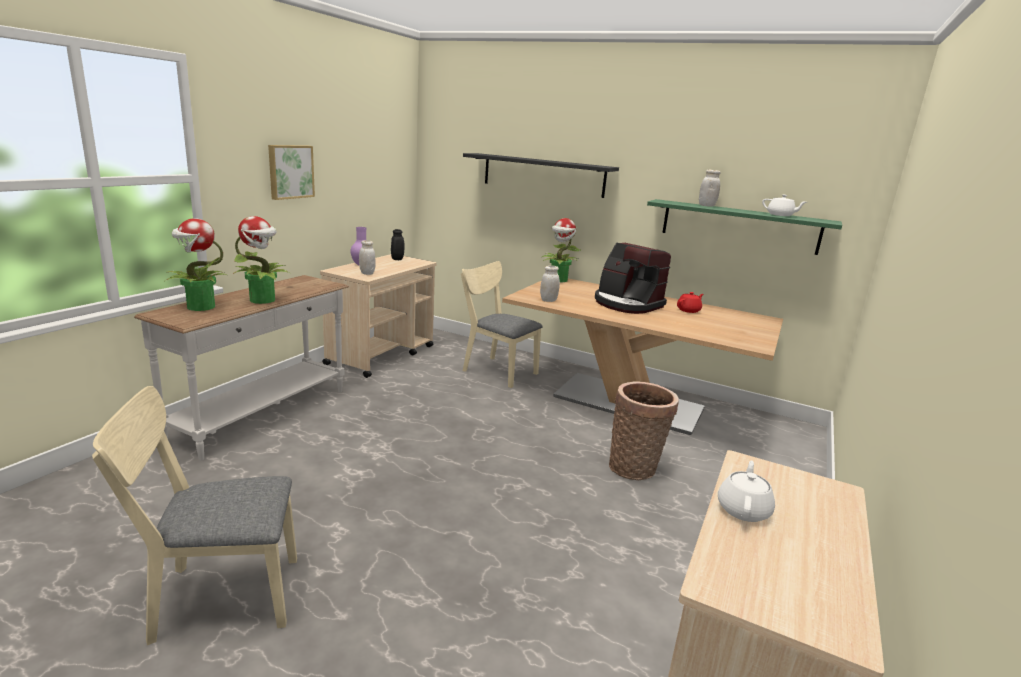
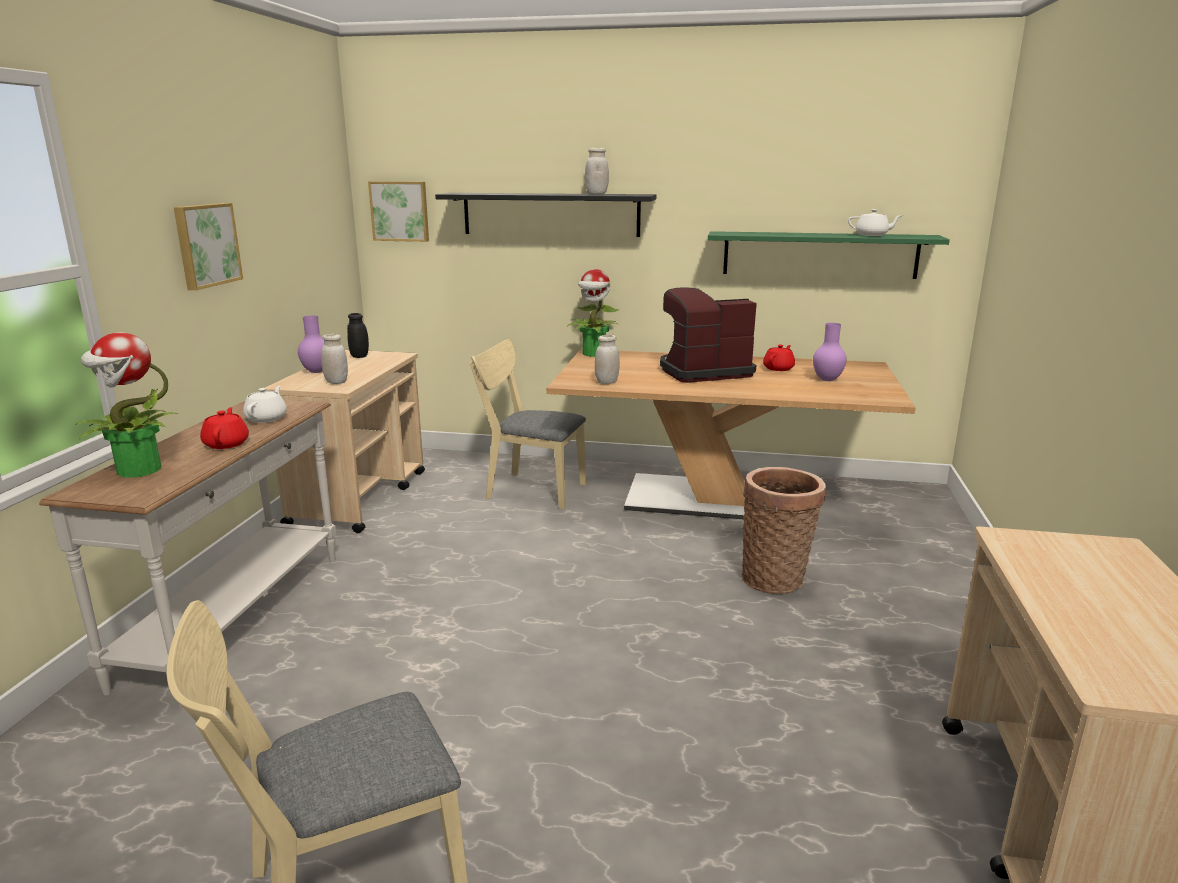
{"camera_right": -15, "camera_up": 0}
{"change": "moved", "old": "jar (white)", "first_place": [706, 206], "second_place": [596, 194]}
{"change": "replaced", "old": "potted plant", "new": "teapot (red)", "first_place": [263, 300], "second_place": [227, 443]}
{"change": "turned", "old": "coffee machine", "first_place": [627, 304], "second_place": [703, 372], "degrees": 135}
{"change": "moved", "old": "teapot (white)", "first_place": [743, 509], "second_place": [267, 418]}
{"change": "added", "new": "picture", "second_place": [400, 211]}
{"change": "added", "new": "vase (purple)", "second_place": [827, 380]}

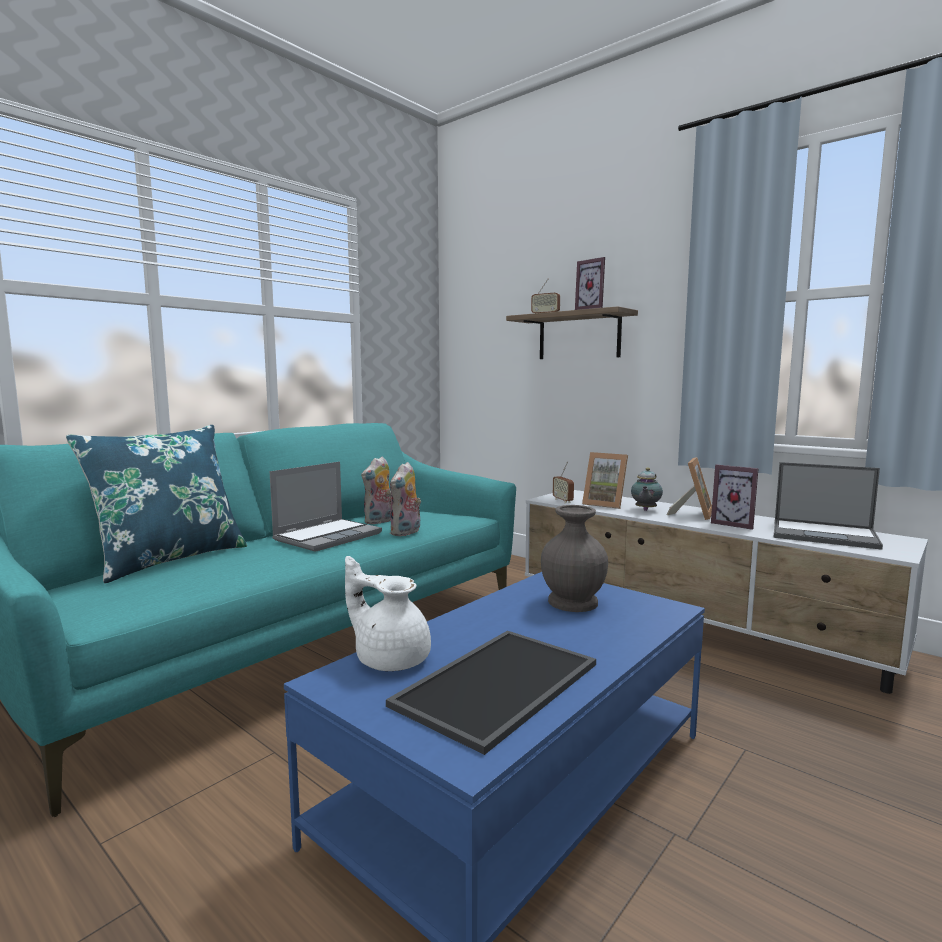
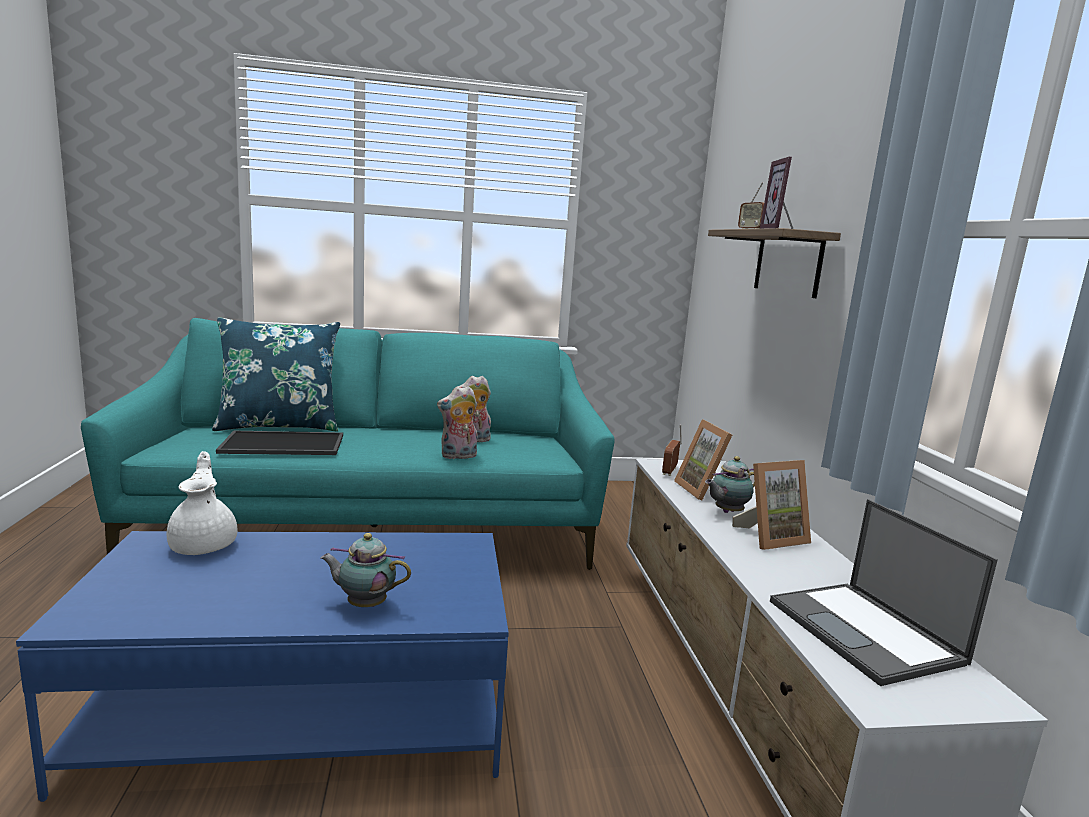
{"camera_right": 40, "camera_up": 5}
{"change": "removed", "old": "laptop", "first_place": [328, 536]}
{"change": "removed", "old": "picture frame", "first_place": [734, 524]}
{"change": "removed", "old": "vase (grey)", "first_place": [573, 603]}
{"change": "moved", "old": "tray", "first_place": [499, 686], "second_place": [281, 444]}
{"change": "added", "new": "teapot", "second_place": [364, 604]}

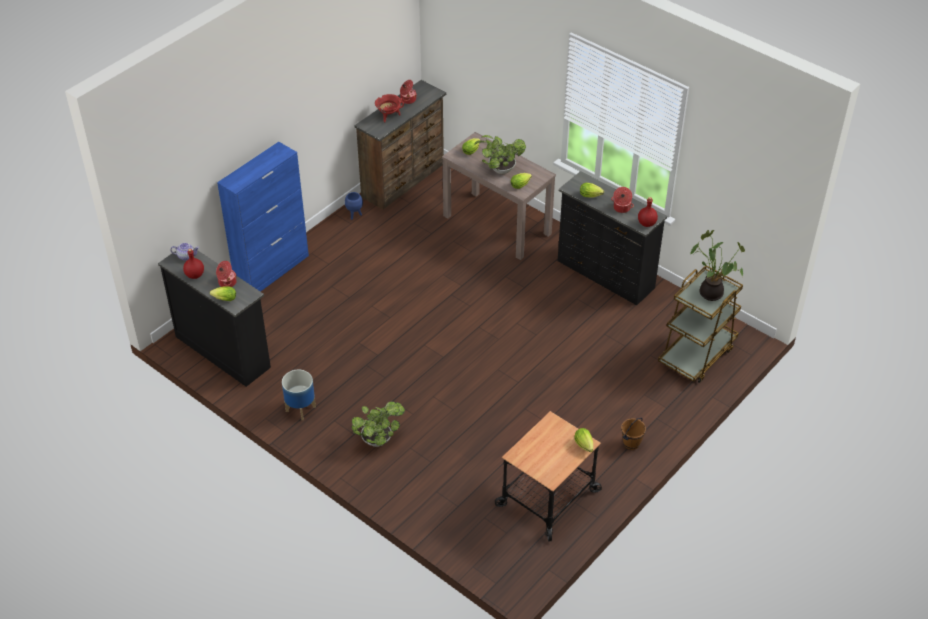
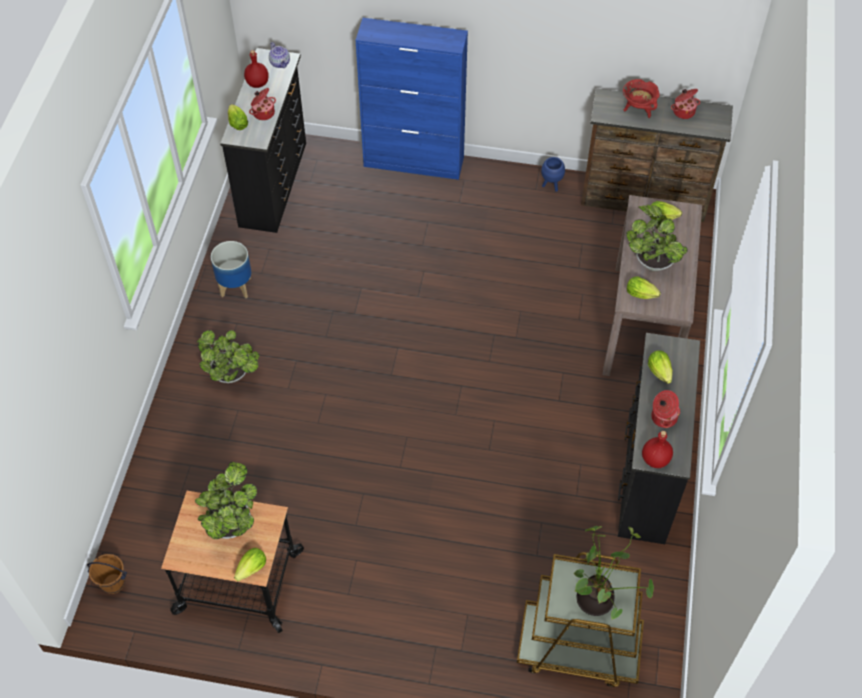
{"camera_right": 60, "camera_up": 10}
{"change": "moved", "old": "bucket (brown)", "first_place": [631, 443], "second_place": [113, 583]}
{"change": "added", "new": "potted plant", "second_place": [231, 522]}

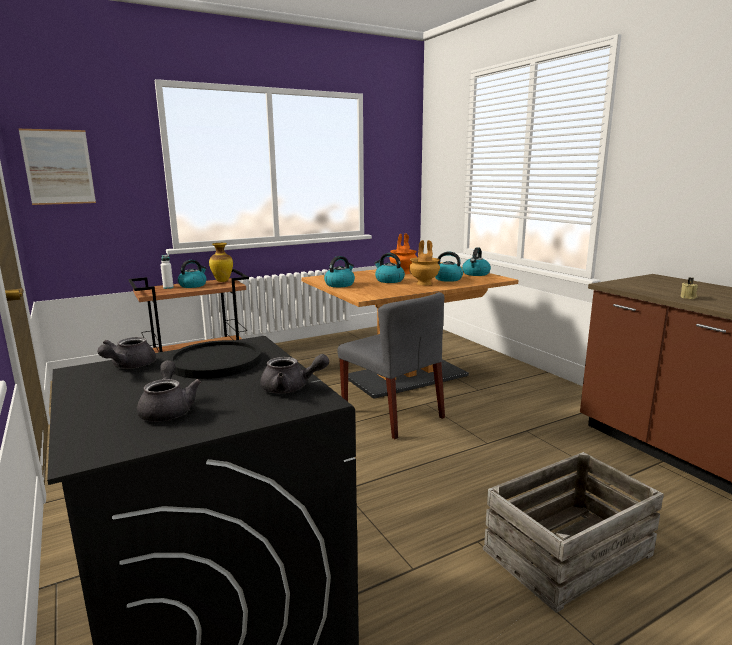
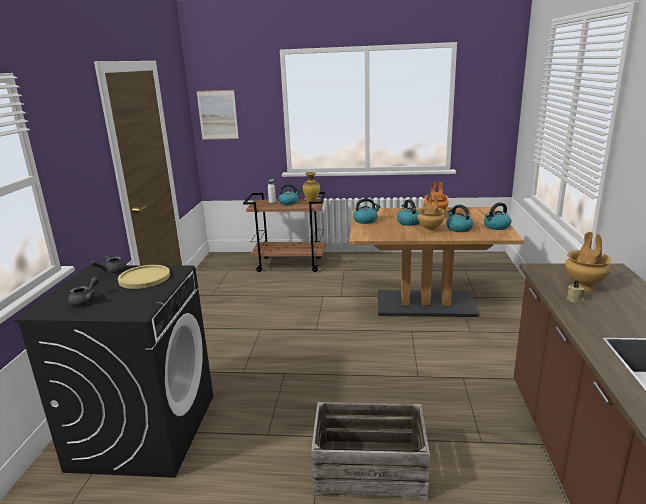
{"camera_right": 35, "camera_up": 5}
{"change": "removed", "old": "chair (grey)", "first_place": [393, 414]}
{"change": "recoloured", "old": "plate (black)", "new": "plate (yellow)", "first_place": [216, 361], "second_place": [144, 278]}
{"change": "removed", "old": "teapot (grey)", "first_place": [291, 388]}
{"change": "added", "new": "vase (brown)", "second_place": [584, 286]}

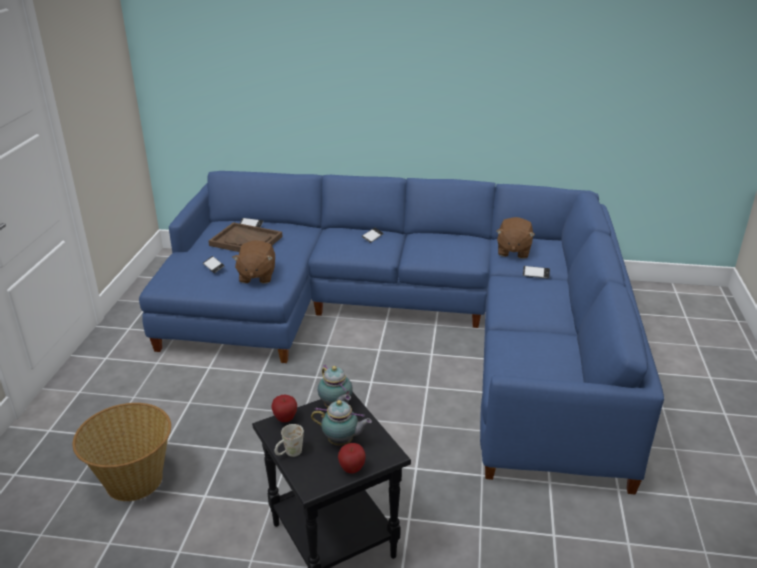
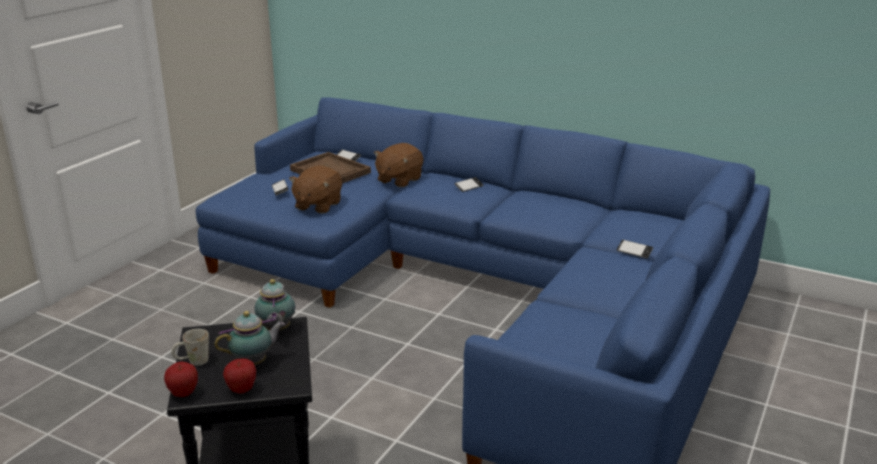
{"camera_right": 20, "camera_up": -5}
{"change": "moved", "old": "plush toy (brown)", "first_place": [513, 251], "second_place": [399, 180]}
{"change": "moved", "old": "apple", "first_place": [285, 419], "second_place": [183, 394]}
{"change": "turned", "old": "teapot", "first_place": [342, 442], "second_place": [254, 363], "degrees": -60}
{"change": "removed", "old": "basket", "first_place": [133, 481]}

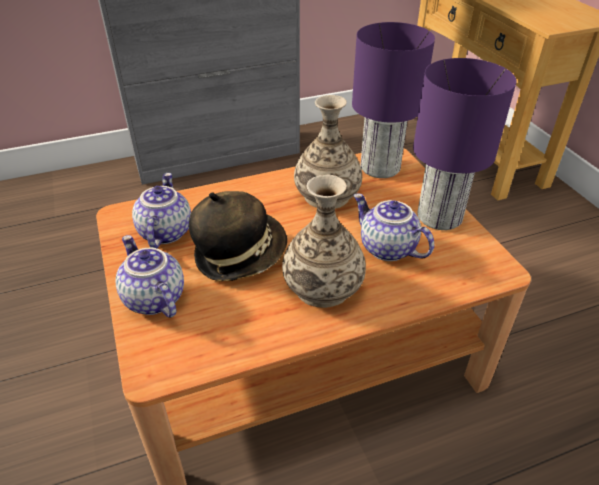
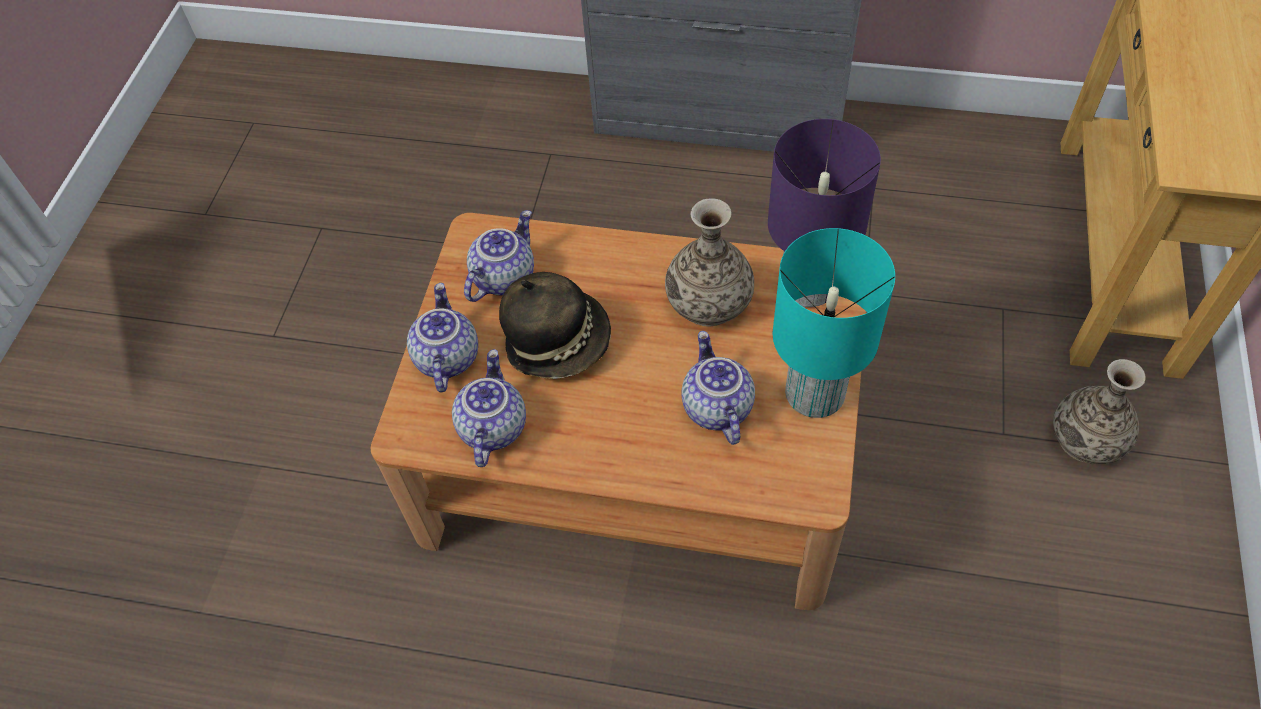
{"camera_right": 35, "camera_up": 15}
{"change": "recoloured", "old": "table lamp (purple)", "new": "table lamp (turquoise)", "first_place": [441, 217], "second_place": [816, 394]}
{"change": "moved", "old": "vase", "first_place": [322, 286], "second_place": [1086, 439]}
{"change": "added", "new": "teapot", "second_place": [491, 427]}

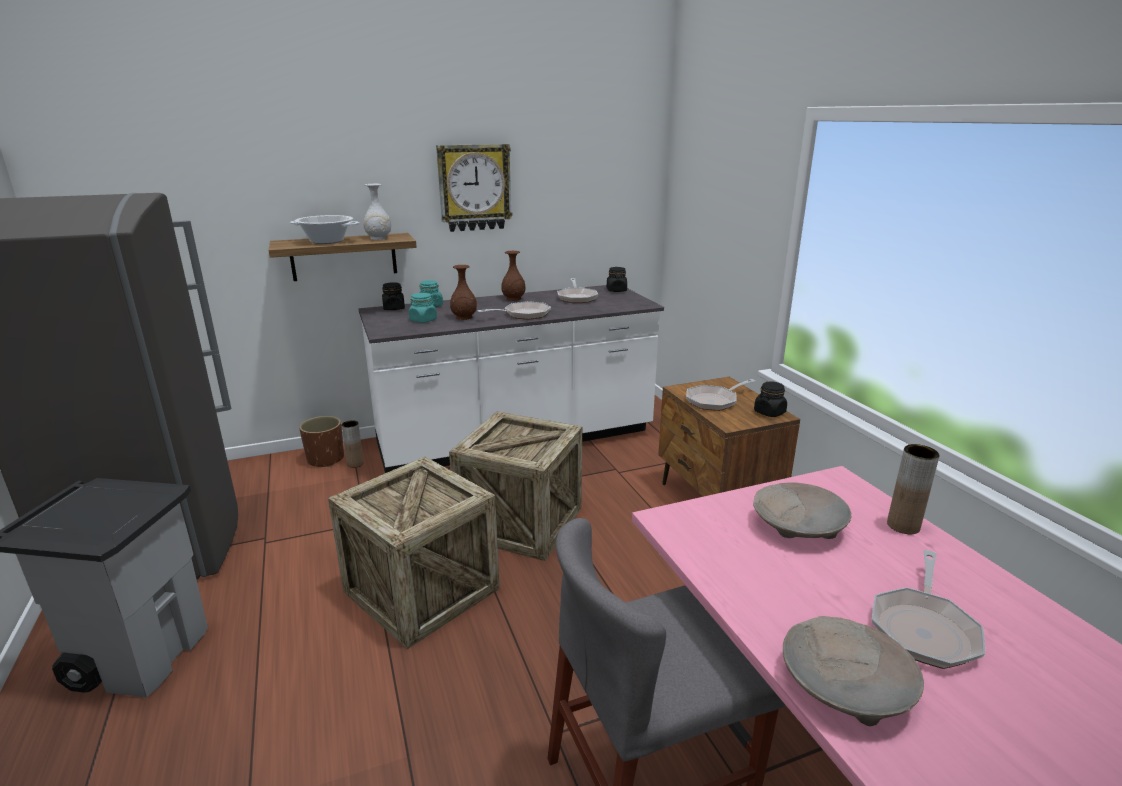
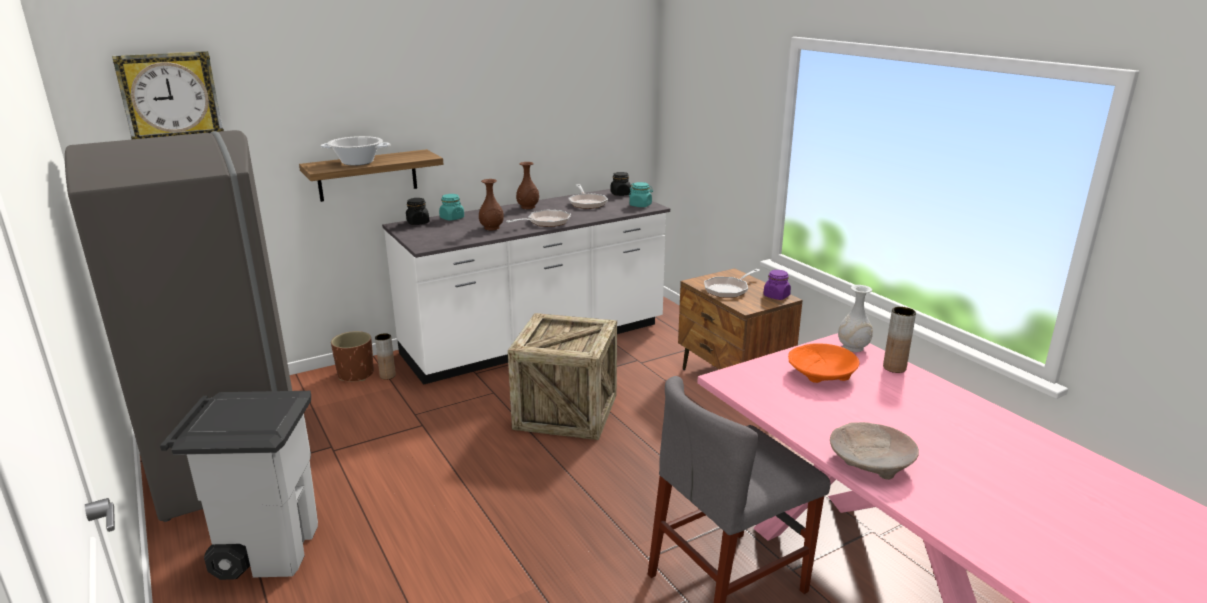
{"camera_right": -10, "camera_up": 0}
{"change": "moved", "old": "wall clock", "first_place": [474, 188], "second_place": [171, 102]}
{"change": "moved", "old": "vase (white)", "first_place": [378, 238], "second_place": [853, 347]}
{"change": "moved", "old": "jar (turquoise)", "first_place": [423, 320], "second_place": [640, 205]}
{"change": "recoloured", "old": "jar (black)", "new": "jar (purple)", "first_place": [769, 412], "second_place": [776, 296]}
{"change": "removed", "old": "crate", "first_place": [421, 590]}
{"change": "recoloured", "old": "bowl (beige)", "new": "bowl (orange)", "first_place": [799, 526], "second_place": [822, 375]}
{"change": "removed", "old": "frying pan", "first_place": [923, 628]}

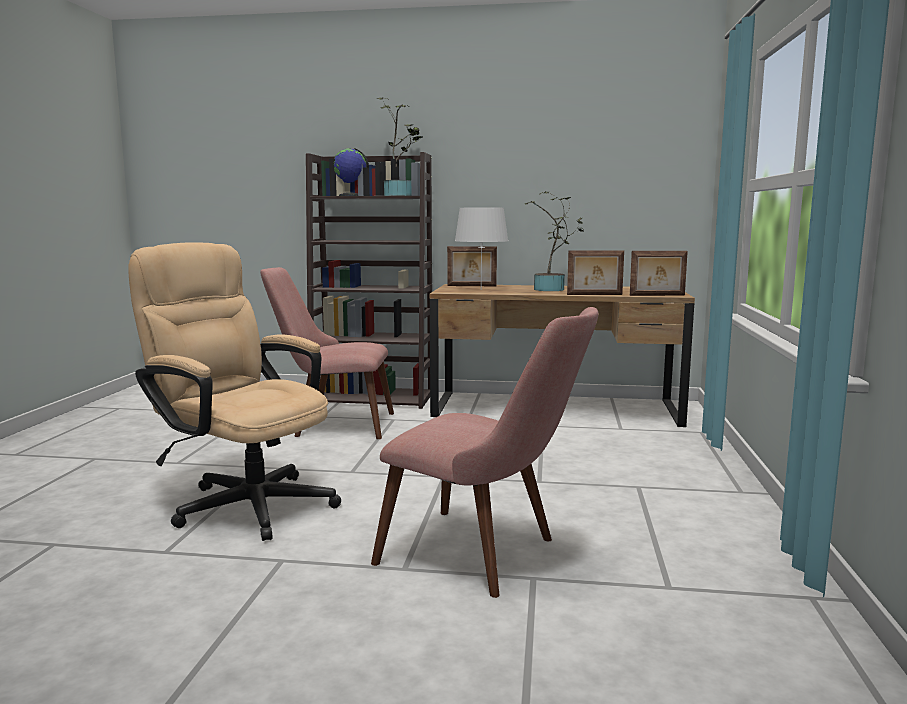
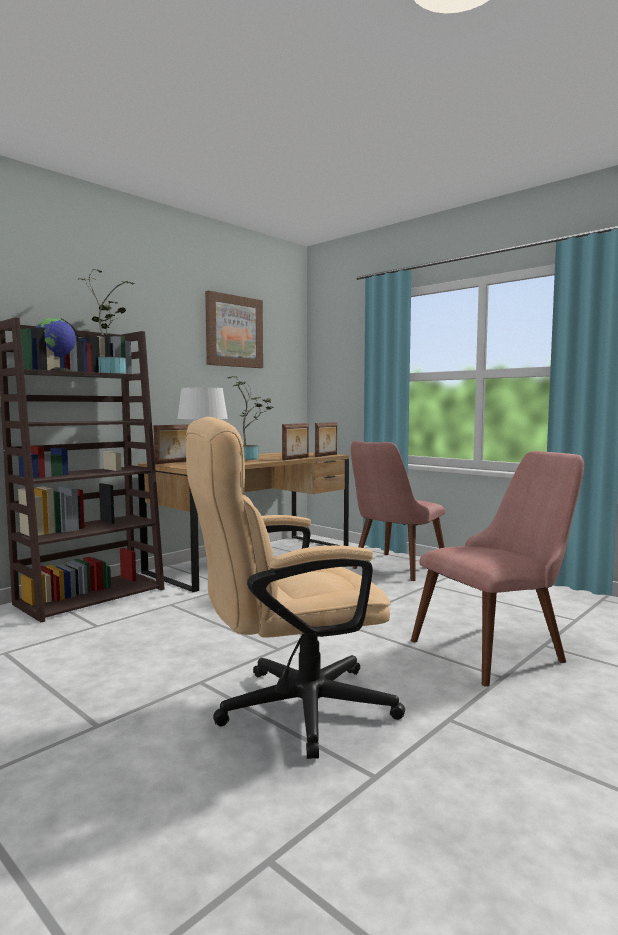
{"camera_right": -55, "camera_up": -5}
{"change": "moved", "old": "chair (pink)", "first_place": [331, 424], "second_place": [393, 569]}
{"change": "added", "new": "picture", "second_place": [233, 331]}

